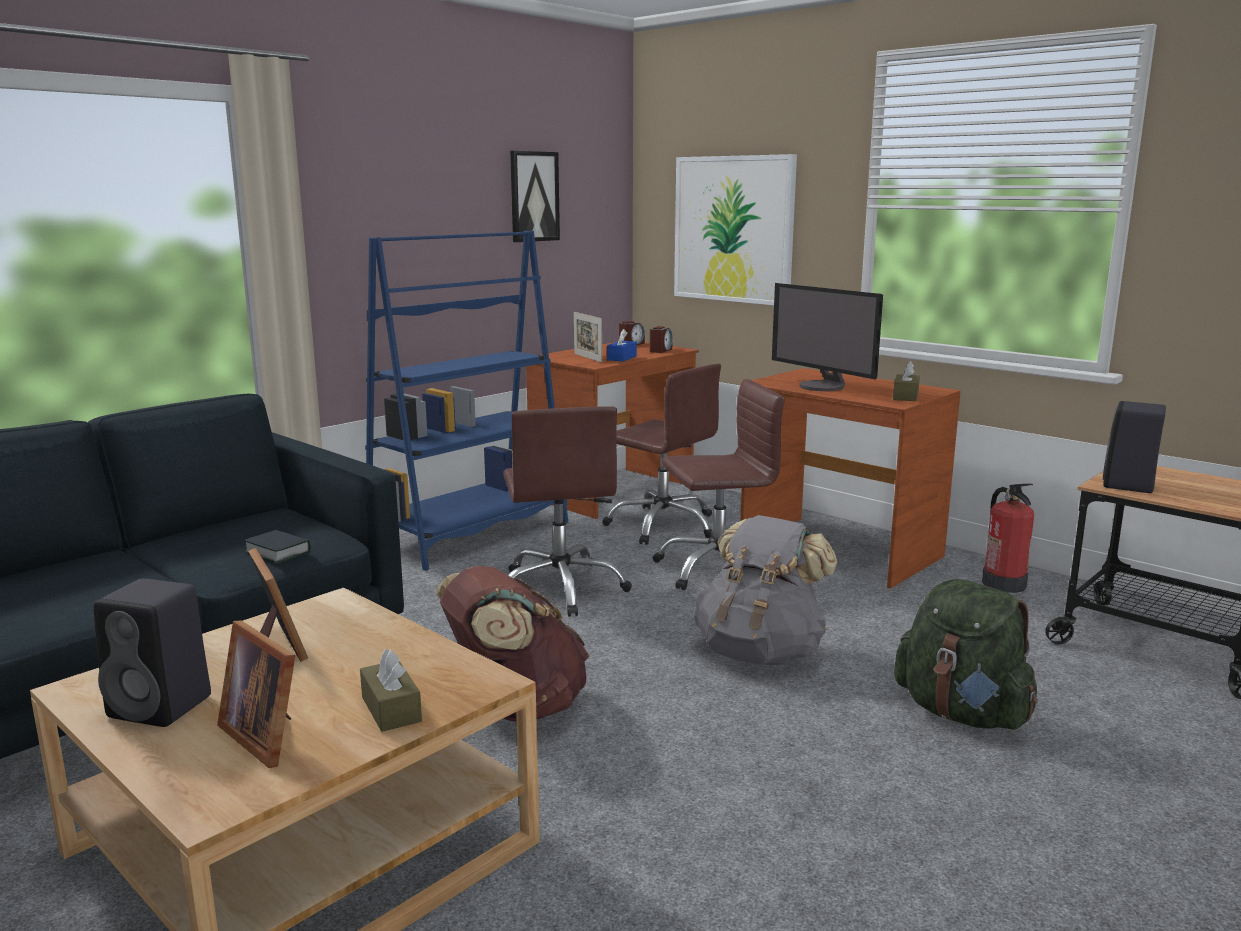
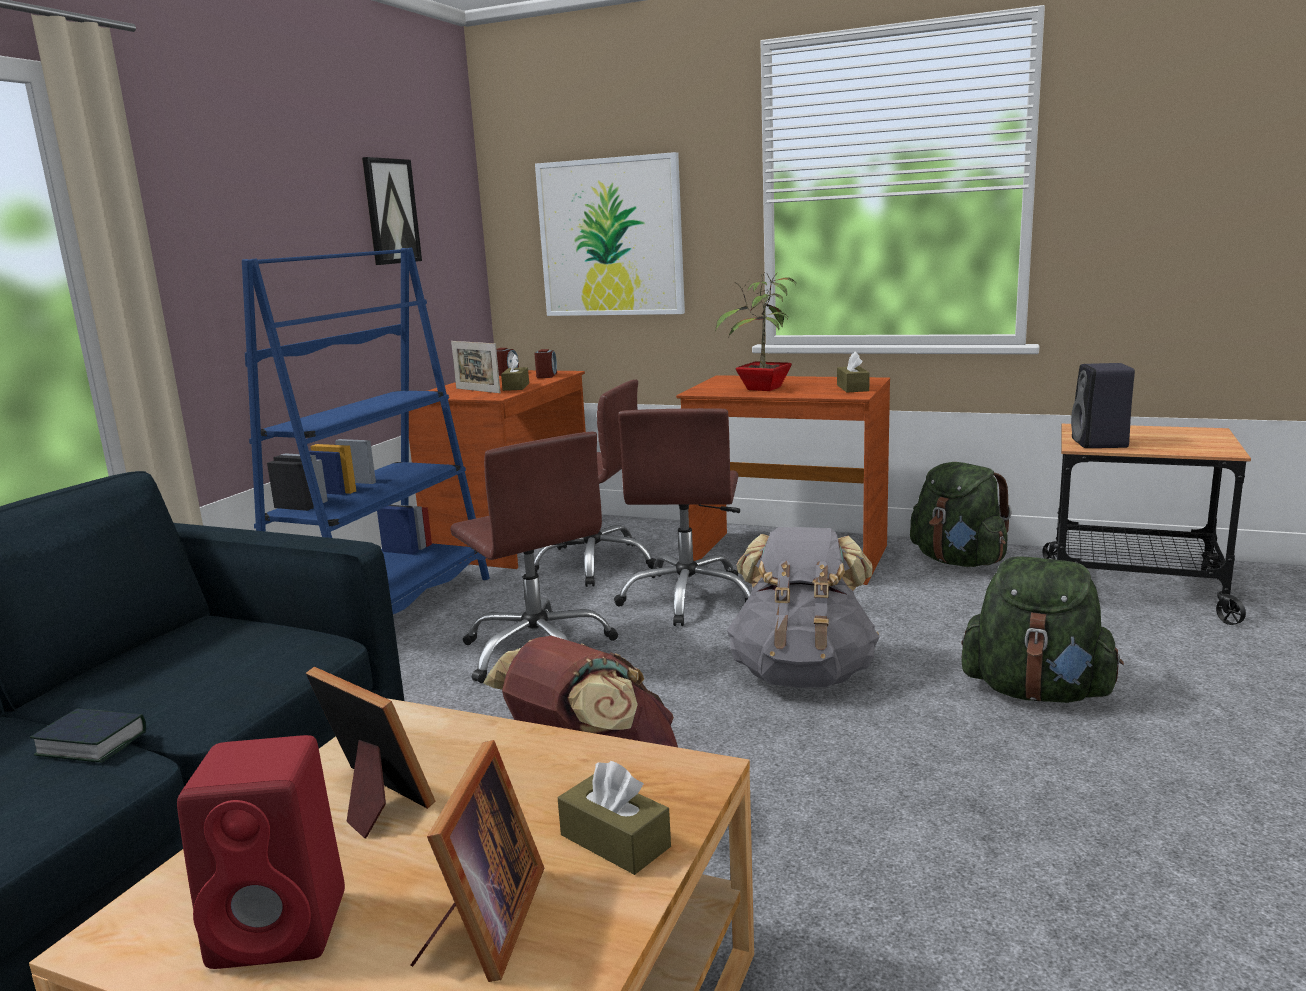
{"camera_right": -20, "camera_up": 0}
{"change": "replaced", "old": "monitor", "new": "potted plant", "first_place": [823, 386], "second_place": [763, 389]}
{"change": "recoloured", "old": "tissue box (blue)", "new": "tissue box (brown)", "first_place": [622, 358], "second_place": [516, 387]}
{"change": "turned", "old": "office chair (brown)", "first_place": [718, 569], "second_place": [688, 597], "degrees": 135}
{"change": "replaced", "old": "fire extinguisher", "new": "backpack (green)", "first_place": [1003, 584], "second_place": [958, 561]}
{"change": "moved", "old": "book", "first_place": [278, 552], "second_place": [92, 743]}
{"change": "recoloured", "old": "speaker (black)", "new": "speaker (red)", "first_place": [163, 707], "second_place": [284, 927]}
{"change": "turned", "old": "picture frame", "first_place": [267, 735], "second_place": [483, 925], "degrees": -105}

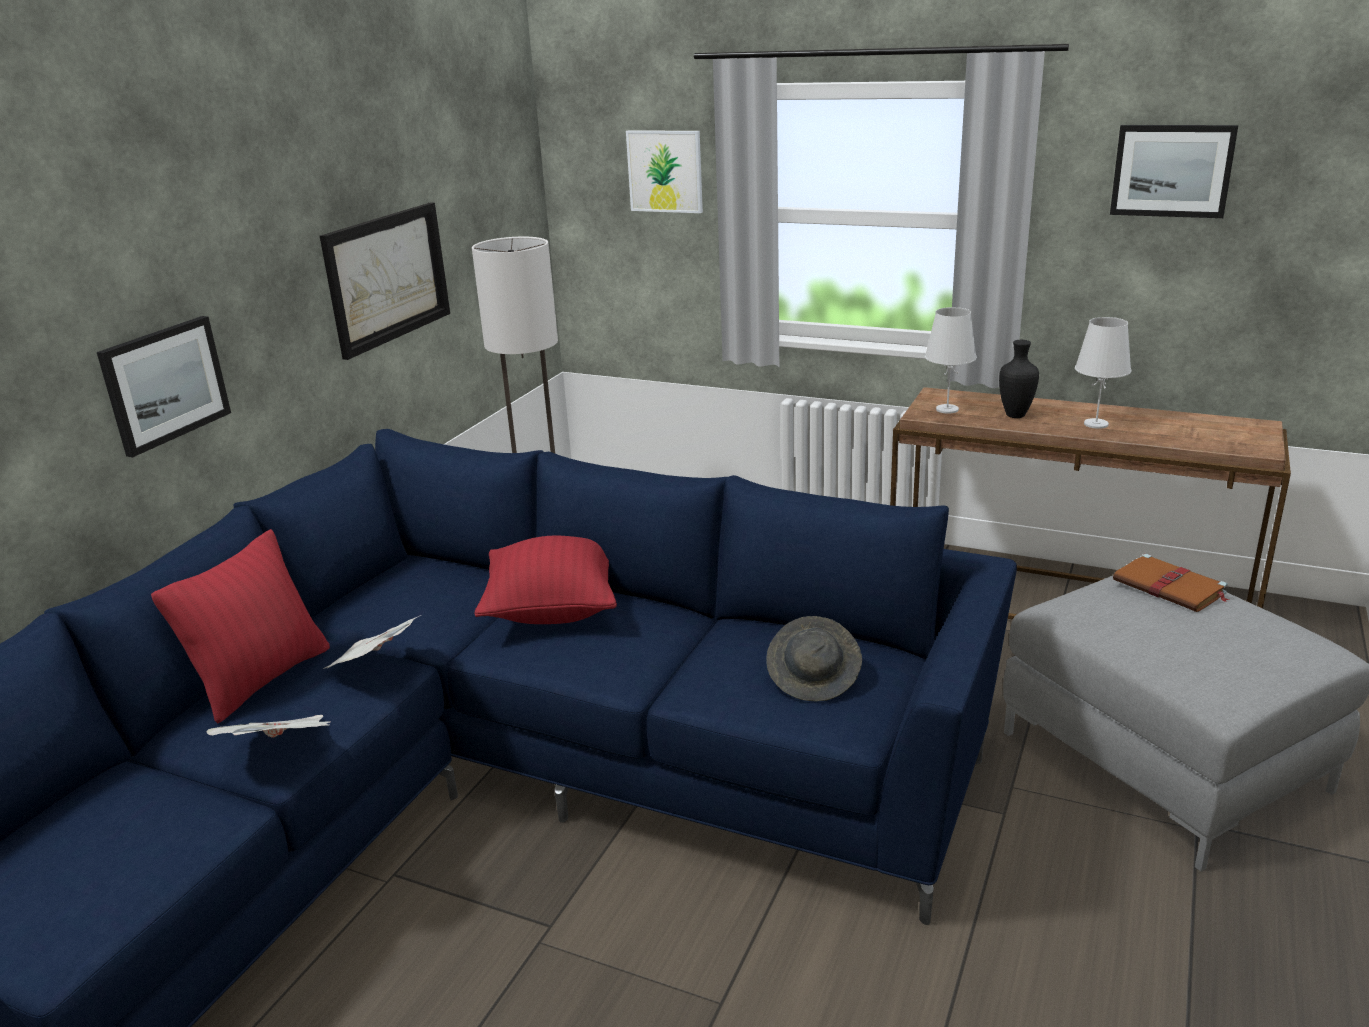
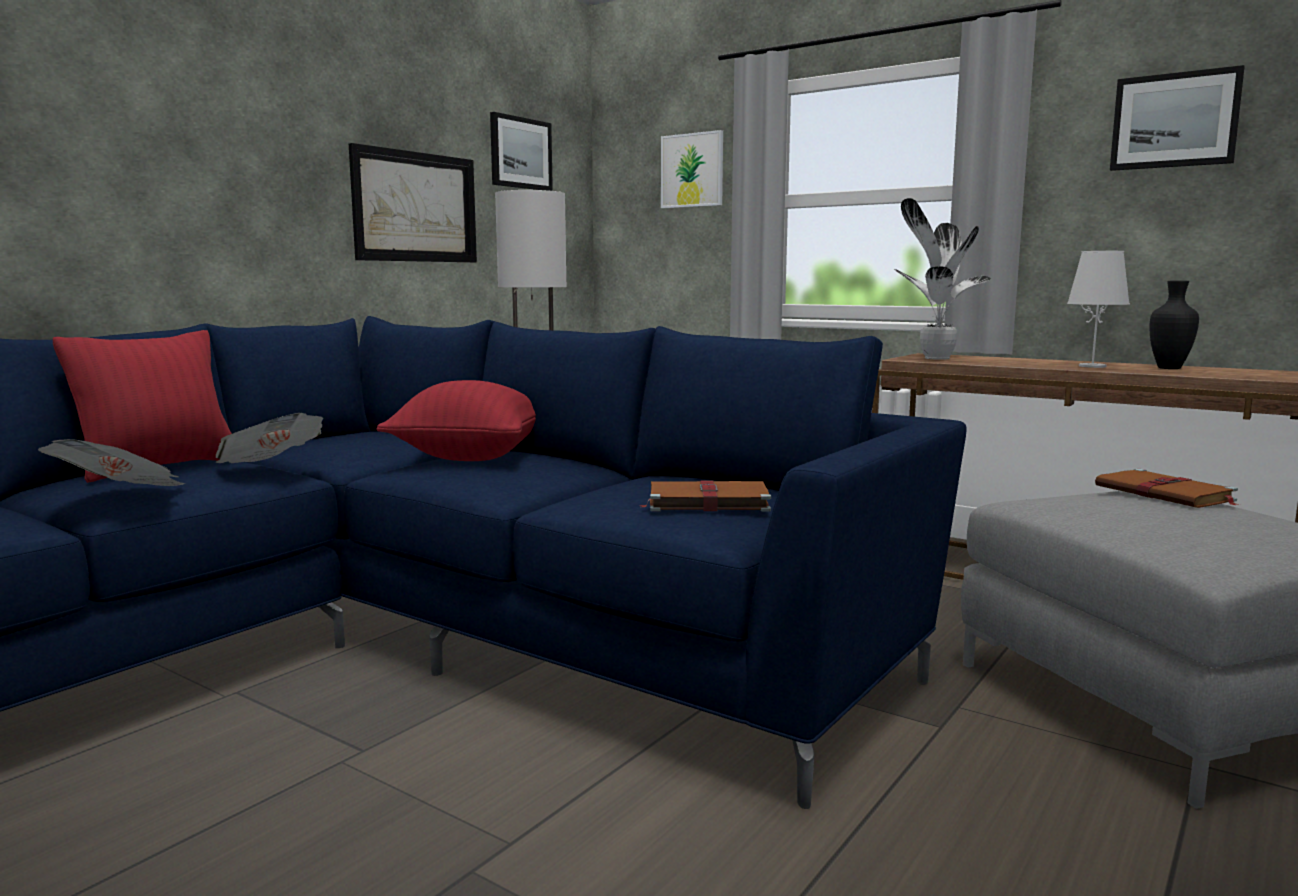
{"camera_right": 10, "camera_up": -15}
{"change": "replaced", "old": "table lamp (white)", "new": "potted plant", "first_place": [947, 409], "second_place": [934, 358]}
{"change": "moved", "old": "picture", "first_place": [165, 384], "second_place": [520, 153]}
{"change": "moved", "old": "vase (black)", "first_place": [1016, 416], "second_place": [1170, 368]}
{"change": "replaced", "old": "hat (grey)", "new": "book (brown)", "first_place": [814, 678], "second_place": [705, 501]}

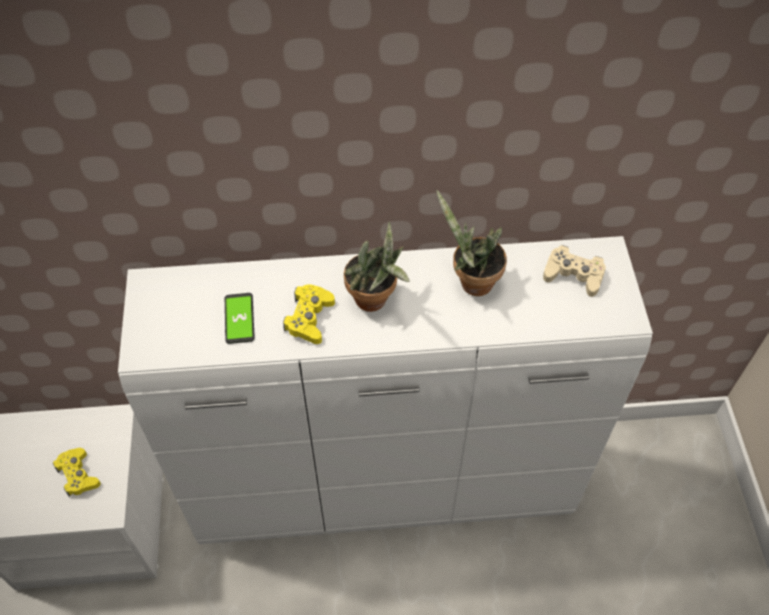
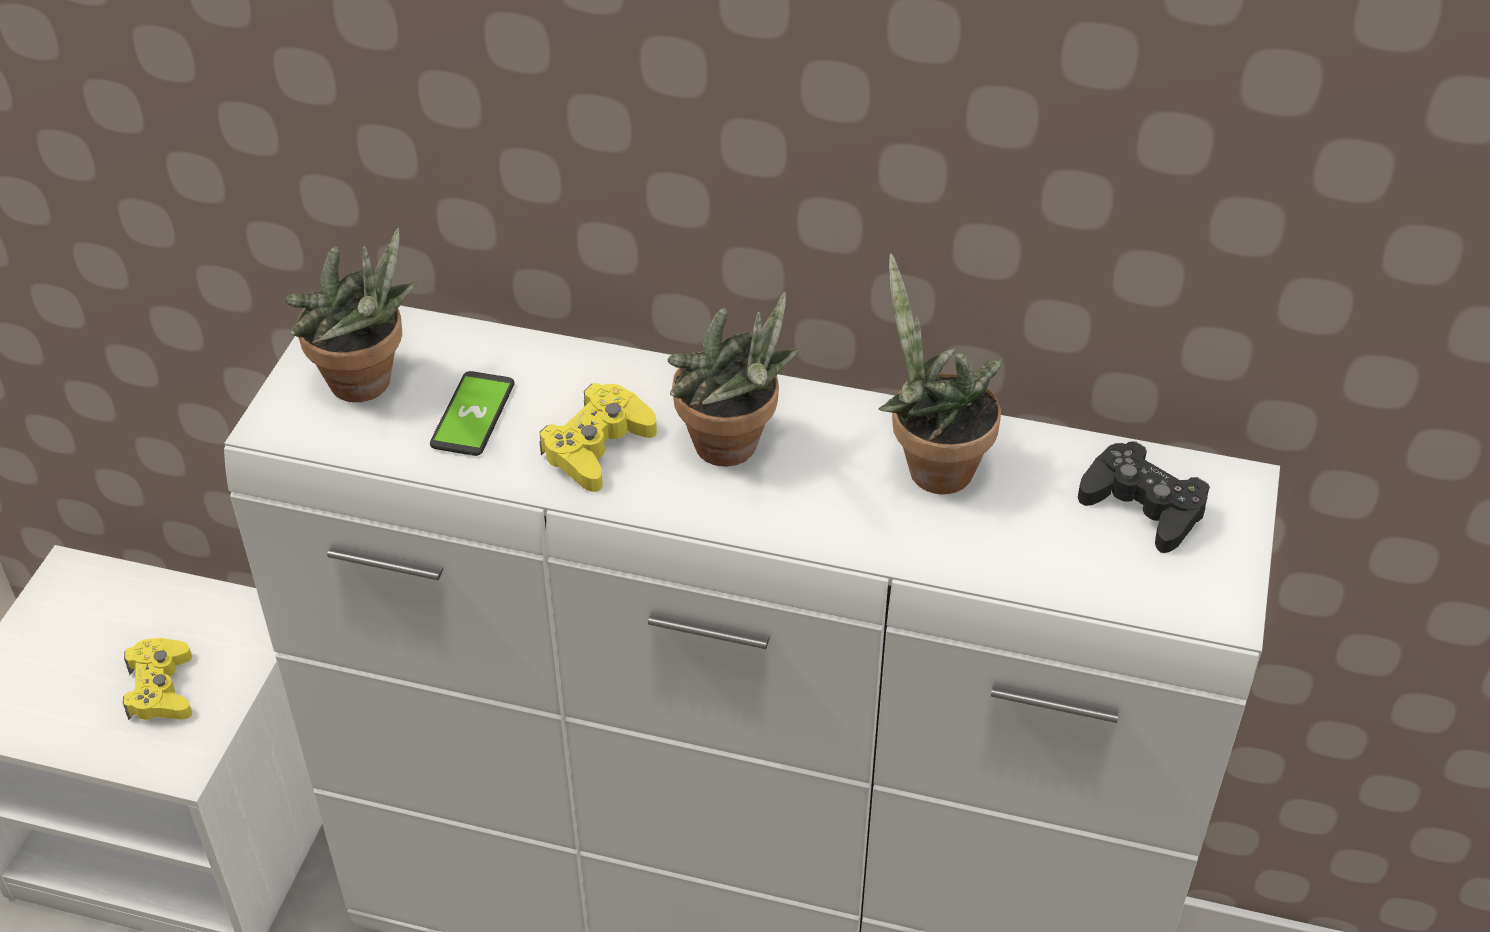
{"camera_right": 20, "camera_up": -10}
{"change": "recoloured", "old": "game controller (beige)", "new": "game controller (black)", "first_place": [573, 275], "second_place": [1143, 506]}
{"change": "added", "new": "potted plant", "second_place": [367, 386]}

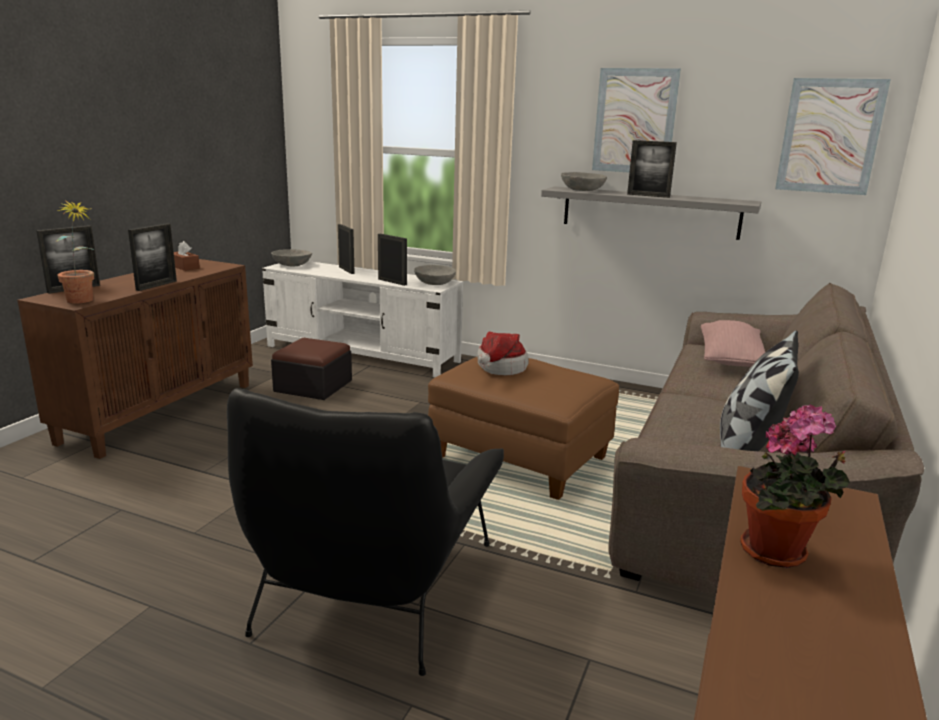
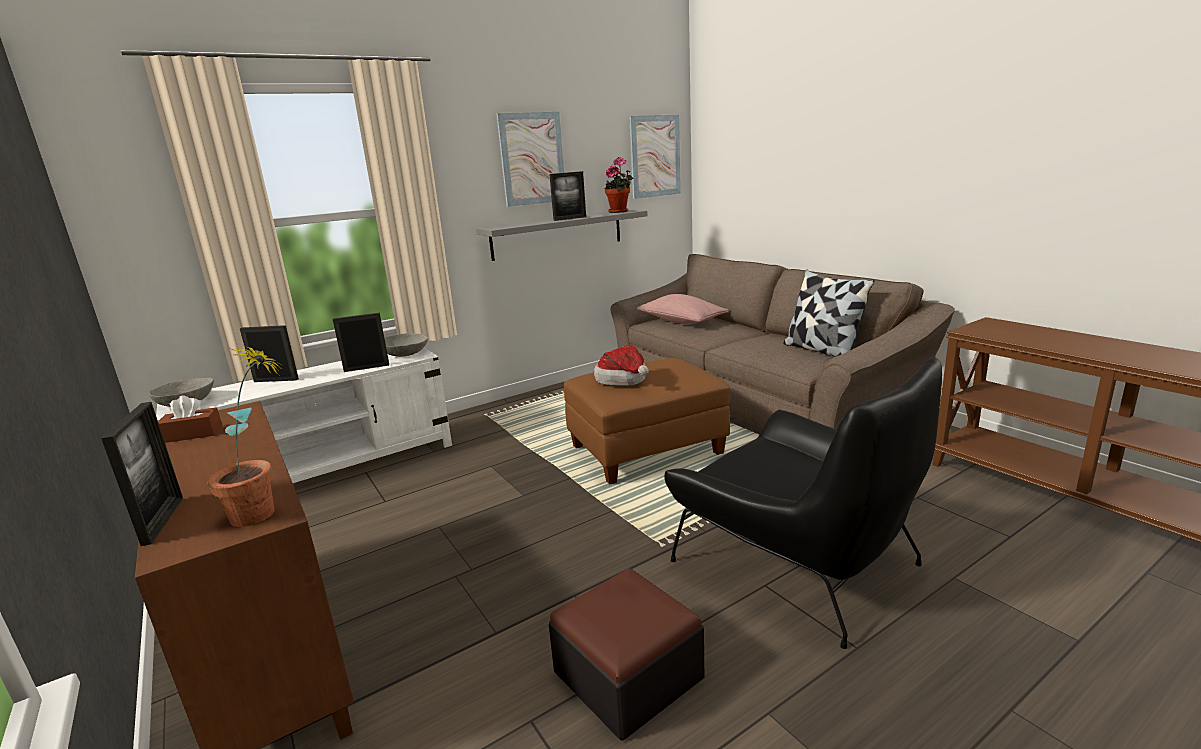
{"camera_right": -55, "camera_up": 0}
{"change": "removed", "old": "bowl (grey)", "first_place": [582, 190]}
{"change": "removed", "old": "picture frame", "first_place": [156, 285]}
{"change": "moved", "old": "ottoman", "first_place": [313, 386], "second_place": [628, 675]}
{"change": "moved", "old": "potted plant", "first_place": [778, 554], "second_place": [620, 211]}

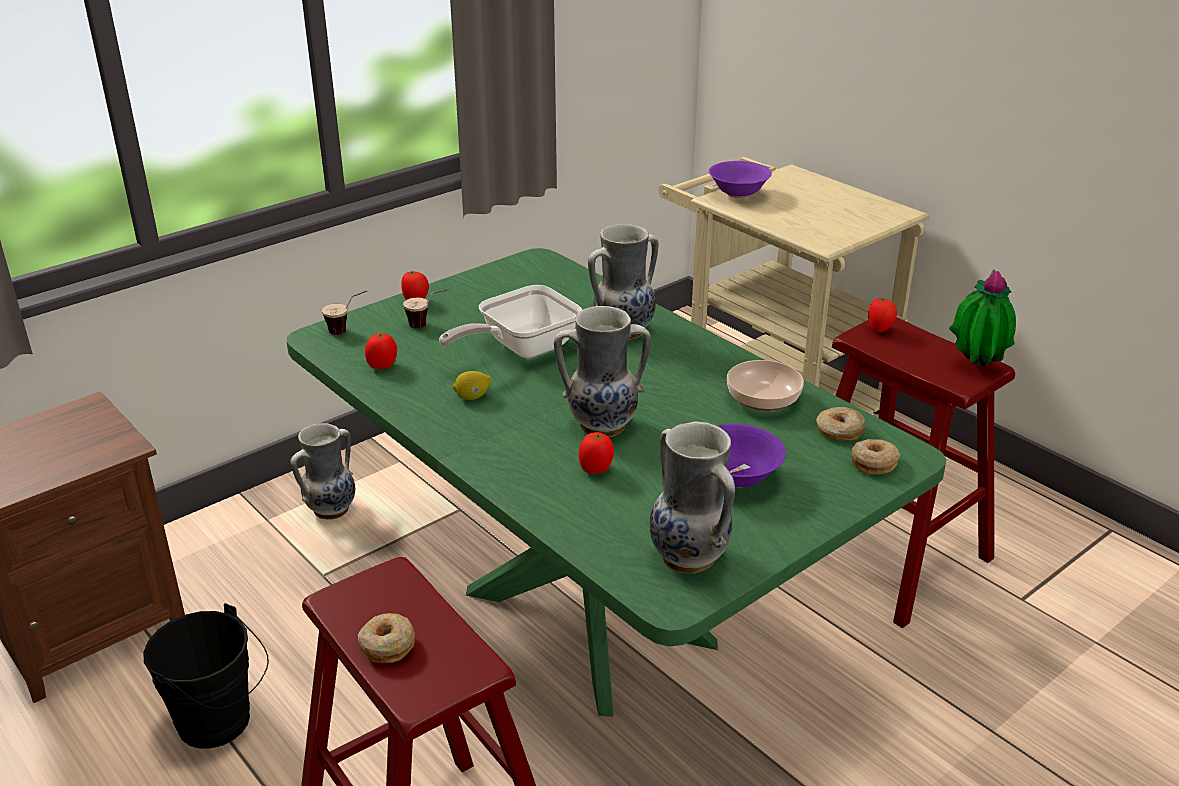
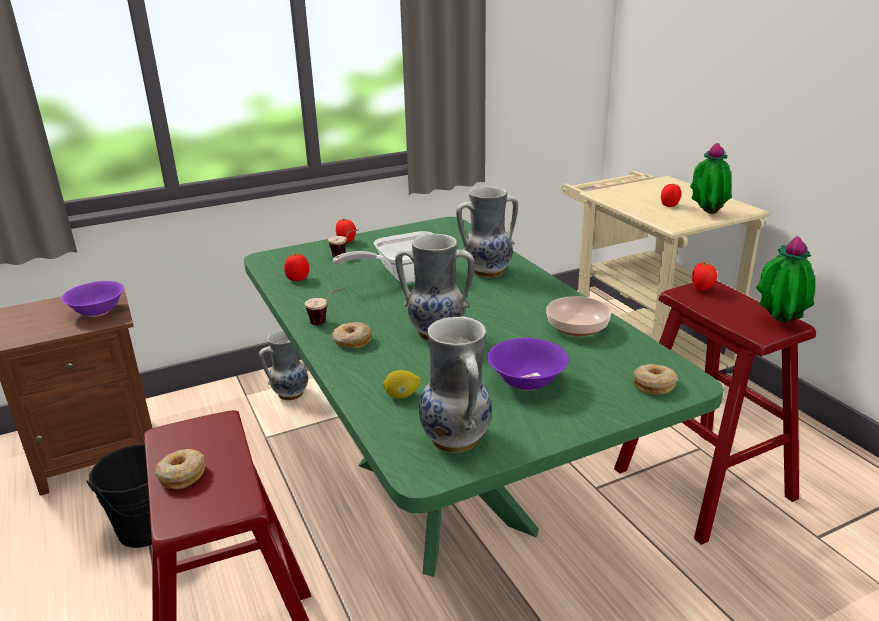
{"camera_right": 15, "camera_up": -5}
{"change": "moved", "old": "bowl (purple)", "first_place": [738, 193], "second_place": [97, 312]}
{"change": "moved", "old": "cup", "first_place": [348, 330], "second_place": [327, 322]}
{"change": "moved", "old": "lemon", "first_place": [472, 397], "second_place": [402, 396]}
{"change": "moved", "old": "donut", "first_place": [839, 431], "second_place": [352, 341]}
{"change": "moved", "old": "tomato", "first_place": [596, 469], "second_place": [669, 205]}
{"change": "added", "new": "potted plant", "second_place": [706, 214]}

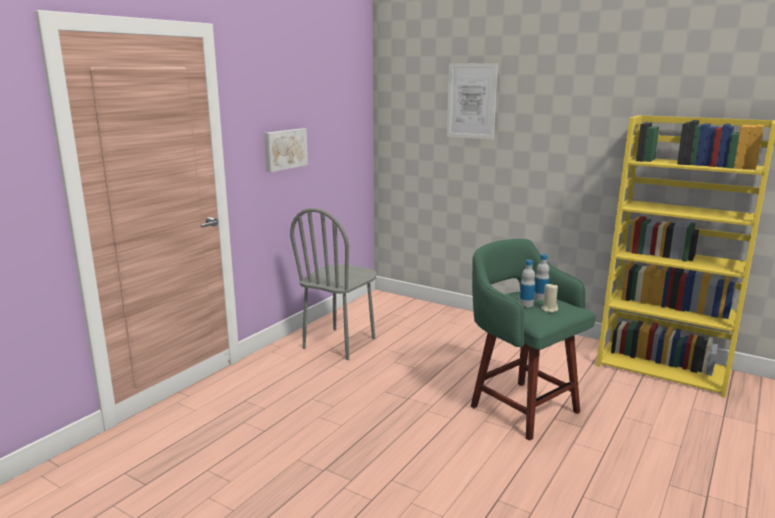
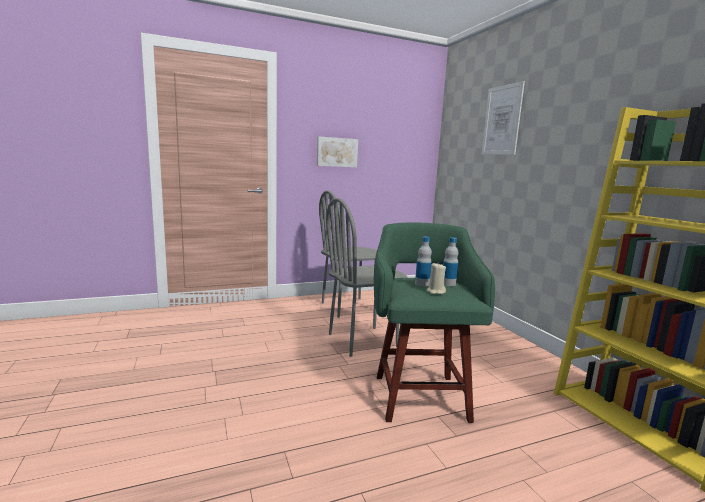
{"camera_right": 35, "camera_up": -5}
{"change": "added", "new": "chair (grey)", "second_place": [363, 340]}

